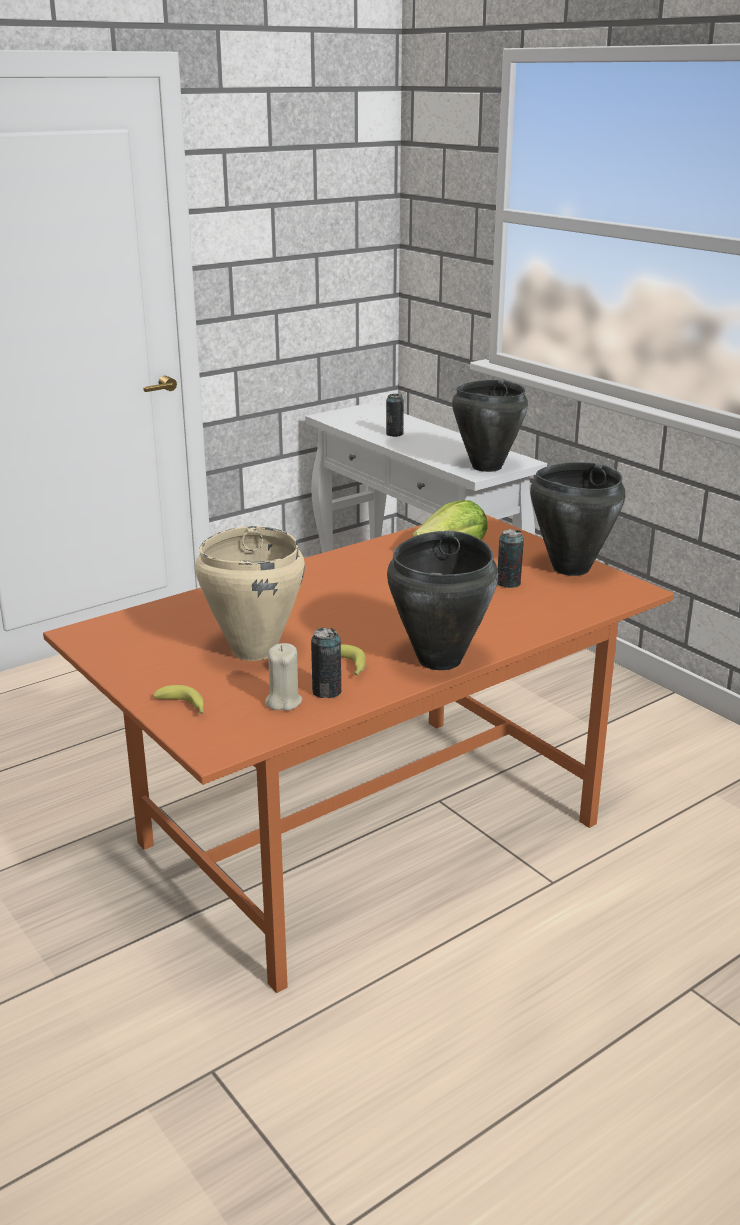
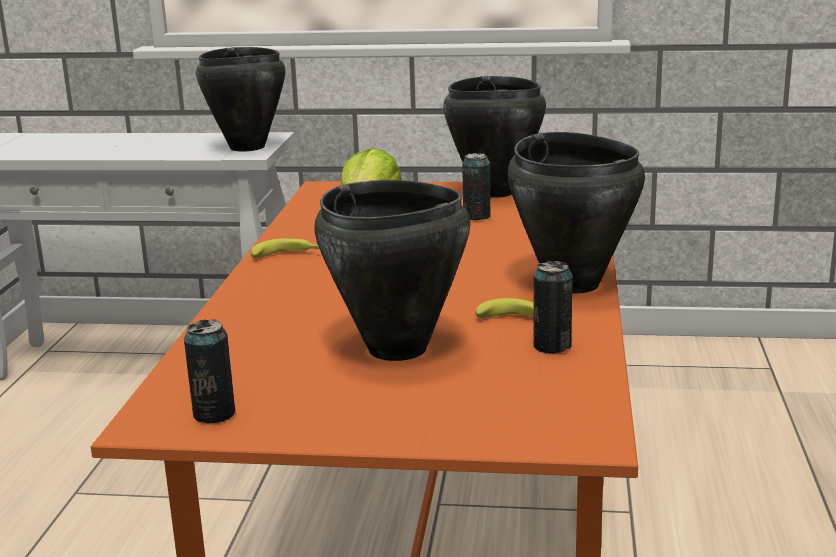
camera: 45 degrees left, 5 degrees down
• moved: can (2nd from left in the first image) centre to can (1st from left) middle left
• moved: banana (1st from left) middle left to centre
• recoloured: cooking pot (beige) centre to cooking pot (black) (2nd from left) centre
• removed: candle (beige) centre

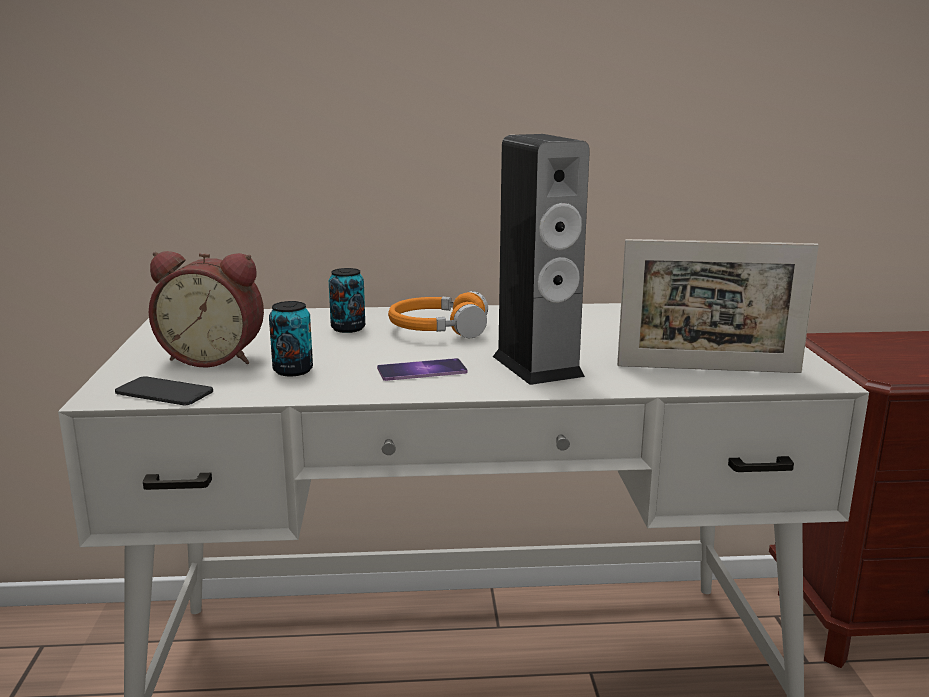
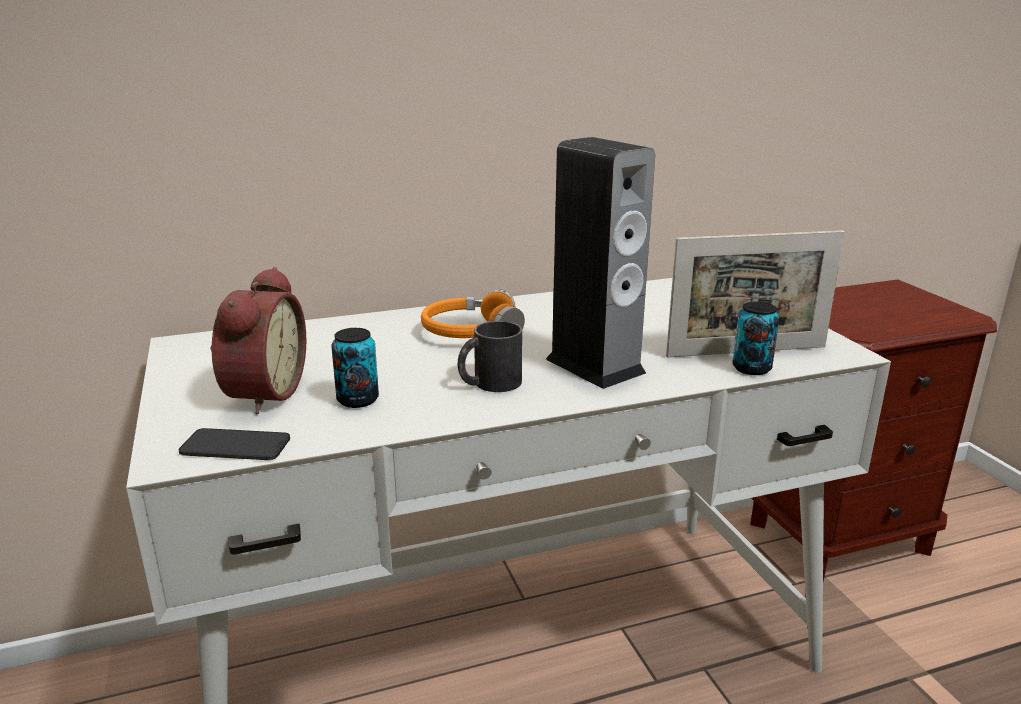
camera: 15 degrees left, 5 degrees up
• turned: alarm clock middle left = middle left 75 degrees counterclockwise
• replaced: phone (2nd from left) centre to mug (black) centre
• moved: can (2nd from left) centre to middle right

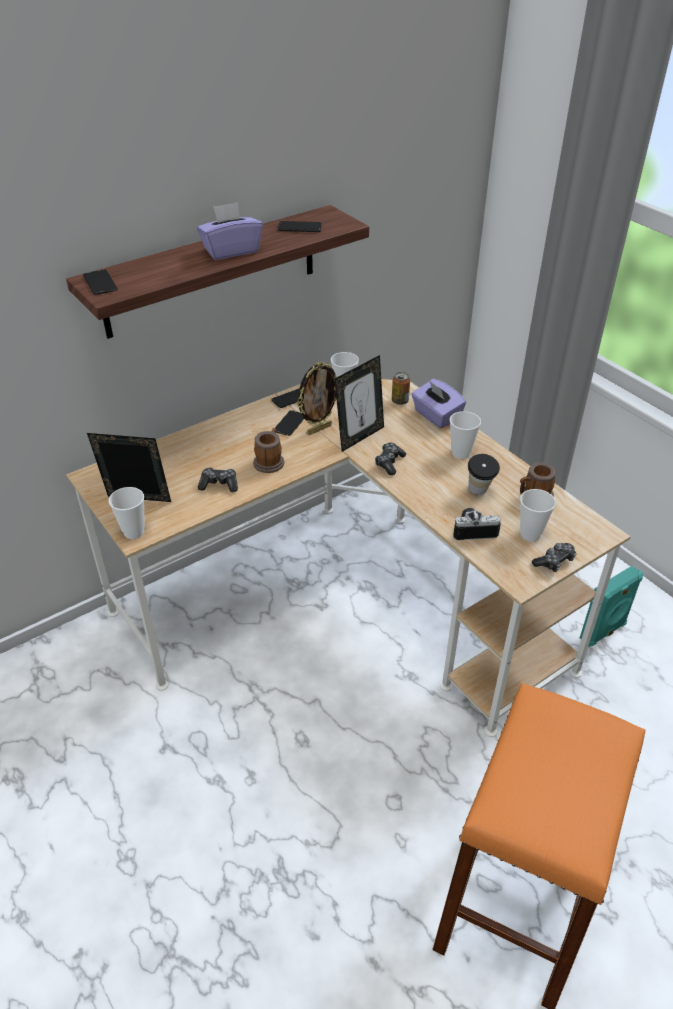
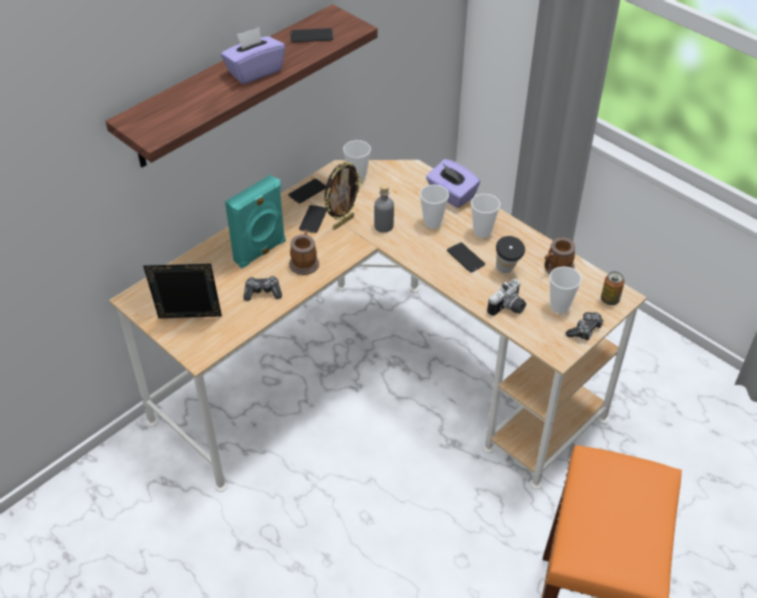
camera: 10 degrees left, 5 degrees up
• moved: speaker (turquoise) middle right to centre
• replaced: picture frame (3rd from left) centre to bottle (grey) centre
• moved: cup (1st from left in the first image) middle left to cup (2nd from left) centre
• moved: phone (1st from left in the first image) top left to phone (4th from left) centre
• turned: photo camera middle right = middle right 150 degrees clockwise
• moved: can centre to middle right
• removed: game controller (2nd from left) centre

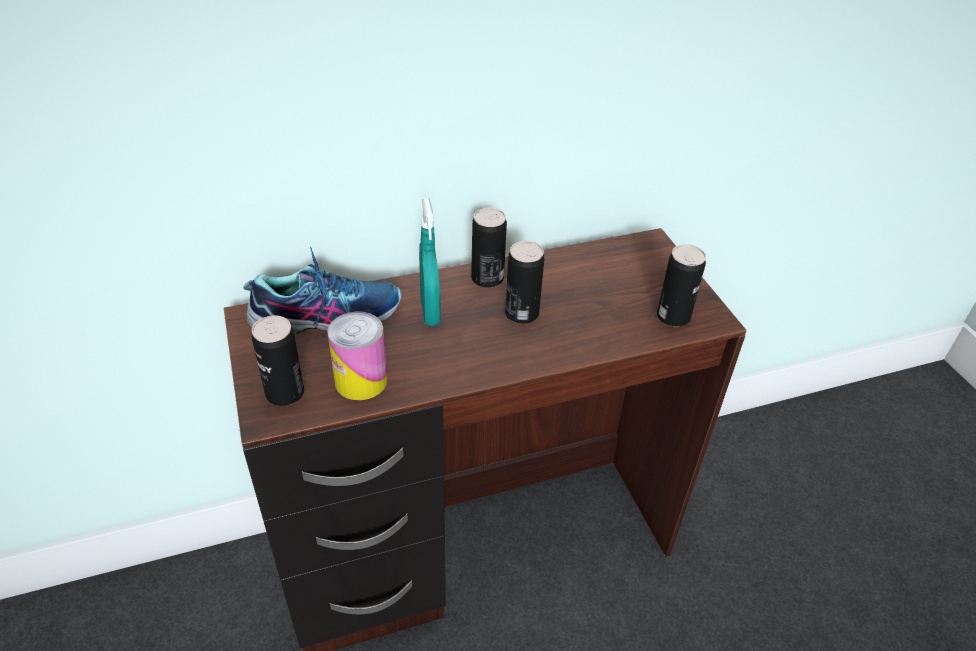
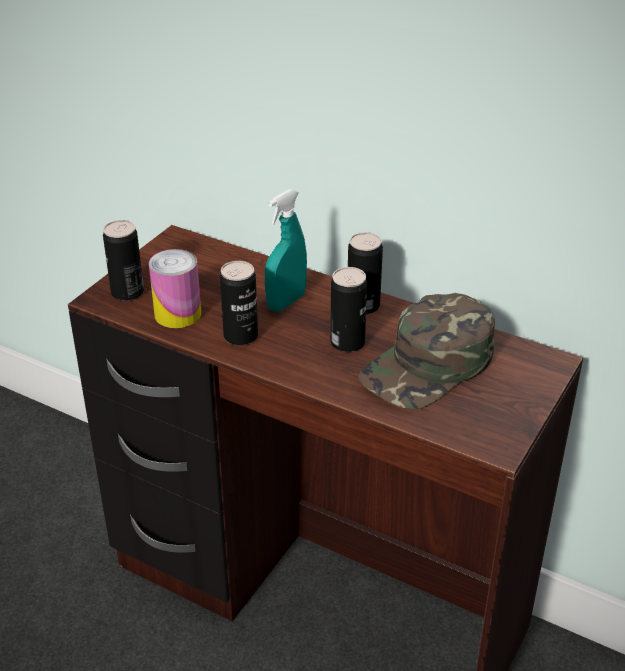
camera: 50 degrees right, 5 degrees down
• moved: can (5th from left in the first image) middle right to can (3rd from left) centre
• added: cap (green) middle right
• removed: shoe middle left

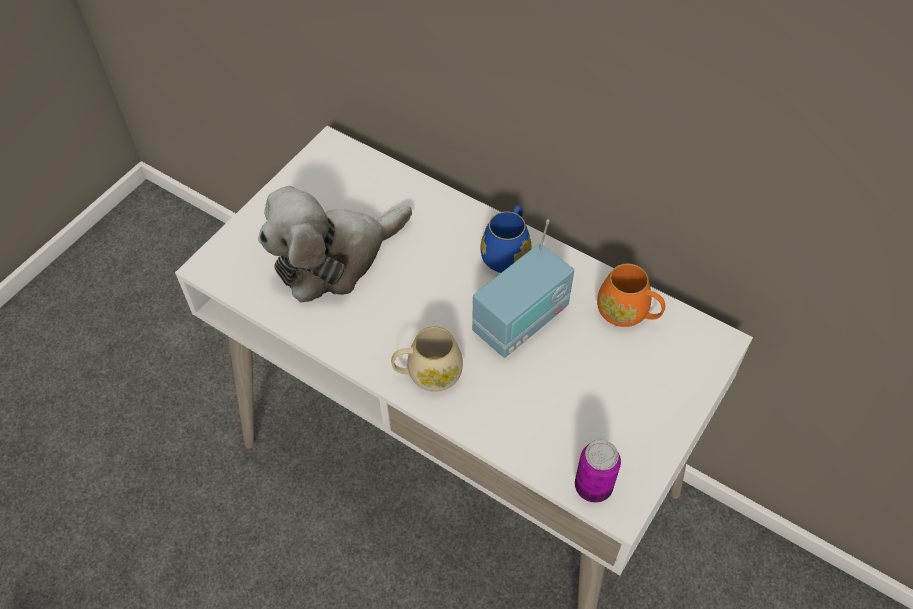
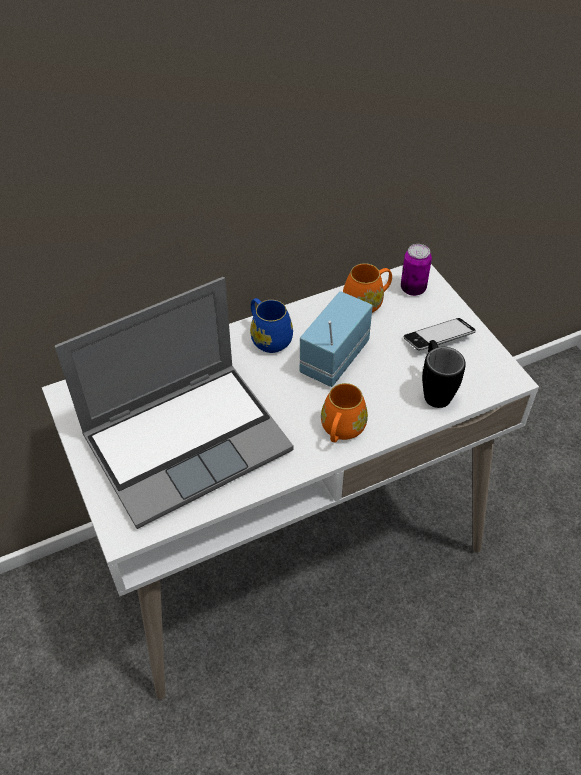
camera: 60 degrees left, 5 degrees down
• replaced: plush toy centre to laptop middle left
• turned: radio centre = centre 135 degrees counterclockwise
• recoloured: mug (beige) centre to mug (orange) (1st from left) centre
• moved: can bottom centre to middle right
• added: phone middle right
• added: mug (black) middle right

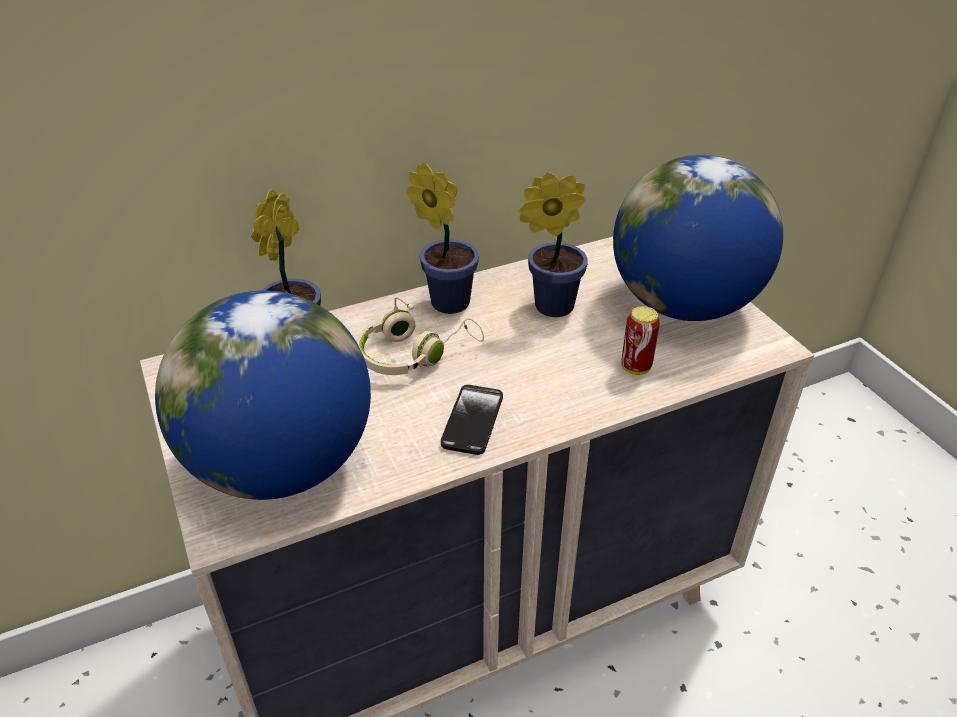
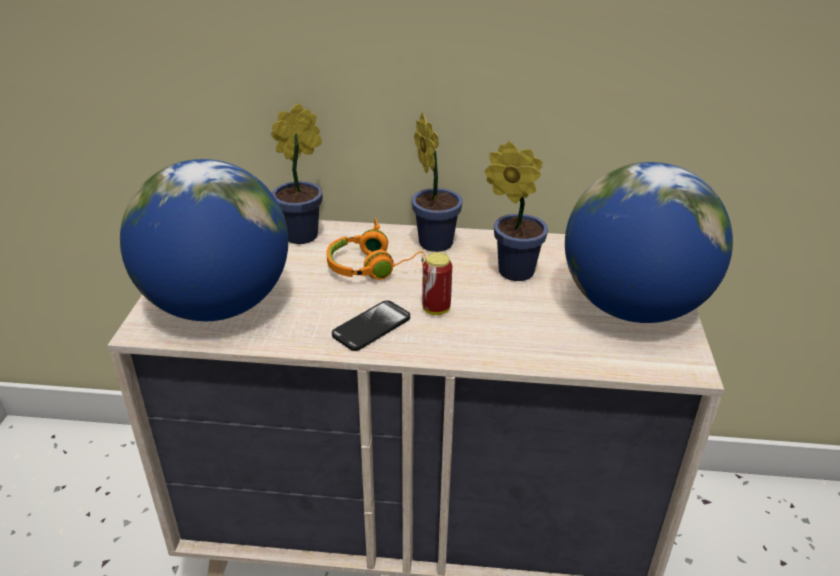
camera: 30 degrees right, 5 degrees down
• recoloured: headphones (beige) centre to headphones (orange) centre
• moved: can middle right to centre

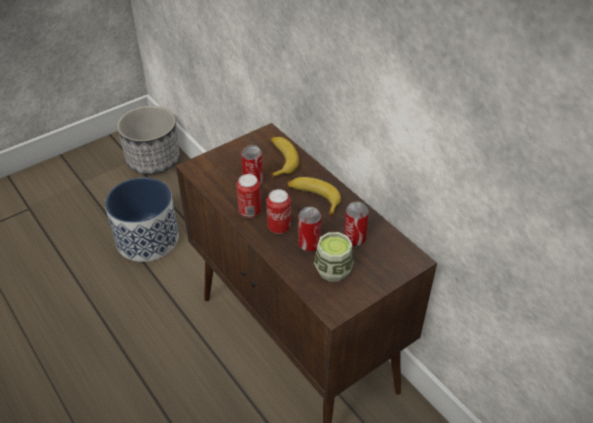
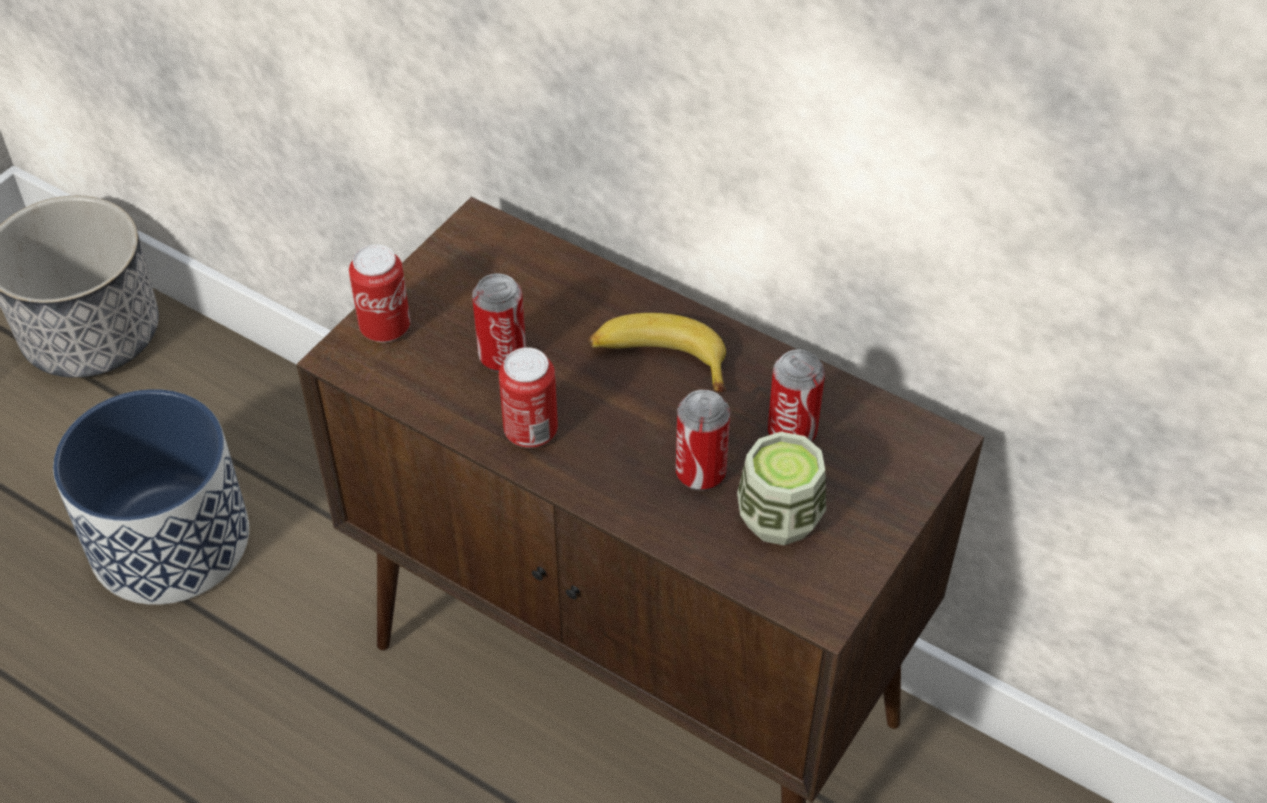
camera: 20 degrees left, 5 degrees up
• moved: can (3rd from left in the first image) centre to can (1st from left) middle left
• removed: banana (1st from left) centre

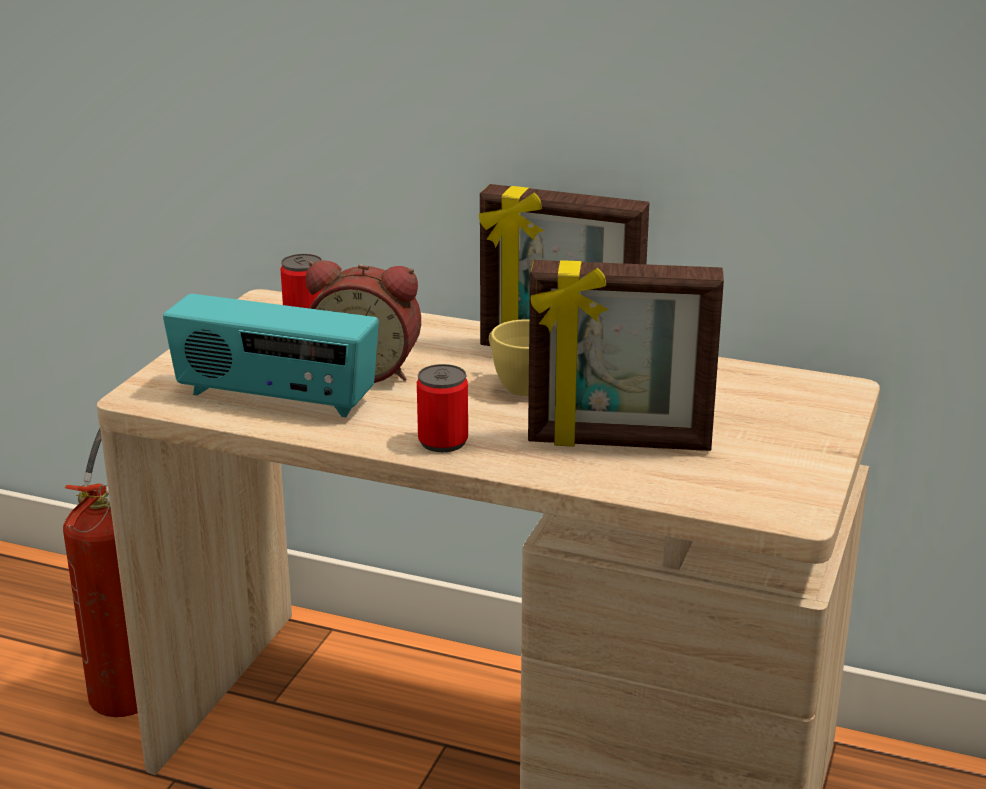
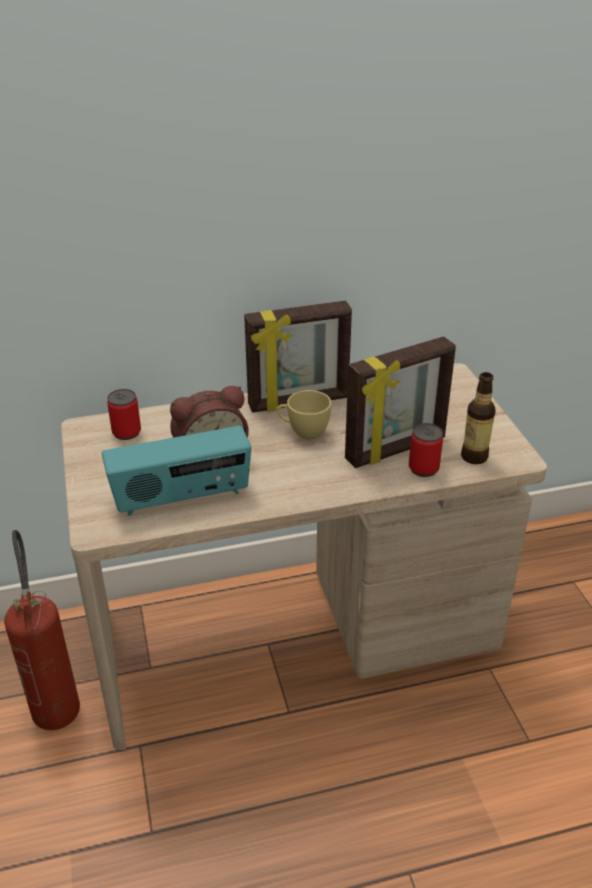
camera: 35 degrees left, 10 degrees up
• moved: can (2nd from left) centre to middle right
• added: bottle middle right

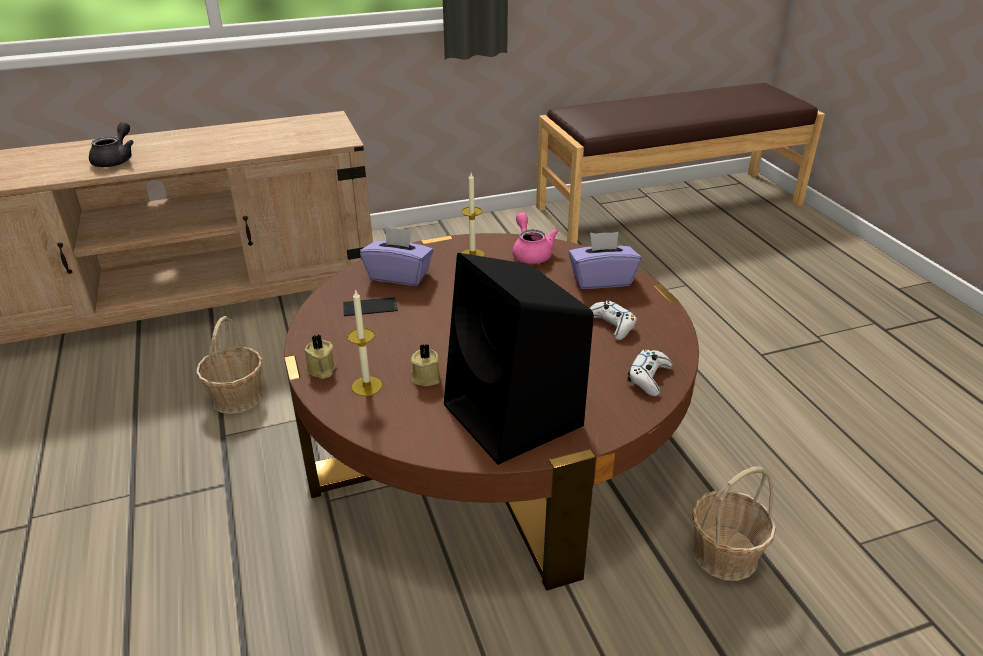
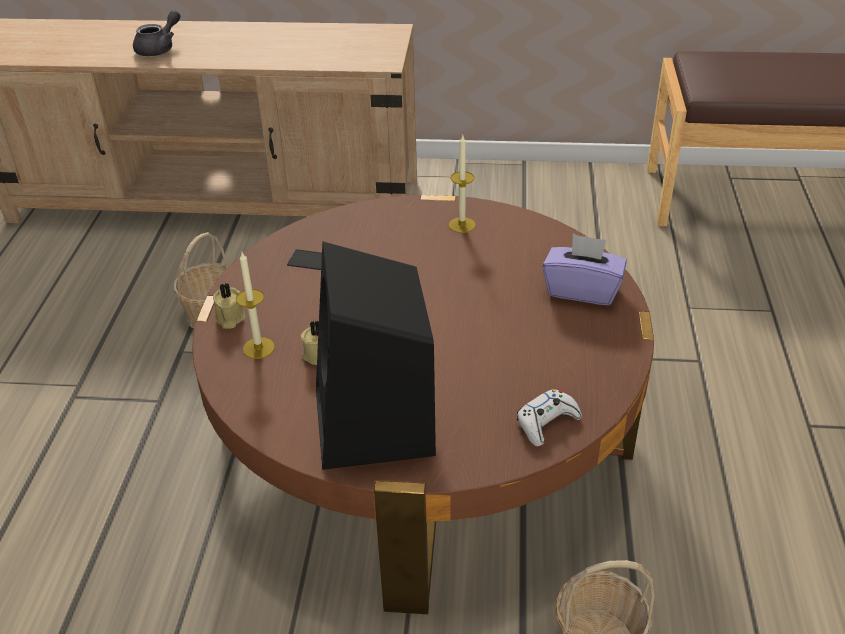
camera: 25 degrees right, 5 degrees up
• removed: tissue box (purple) (1st from left) centre
• removed: teapot (pink) centre
• removed: game controller (white) (1st from left) centre

